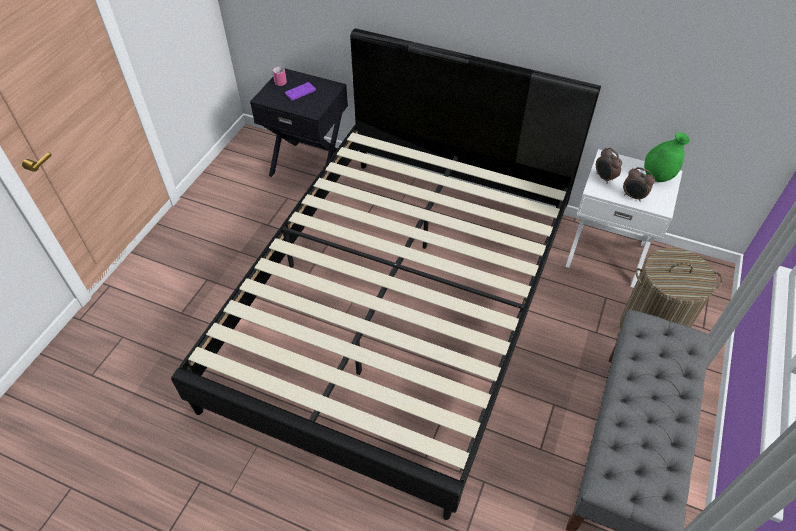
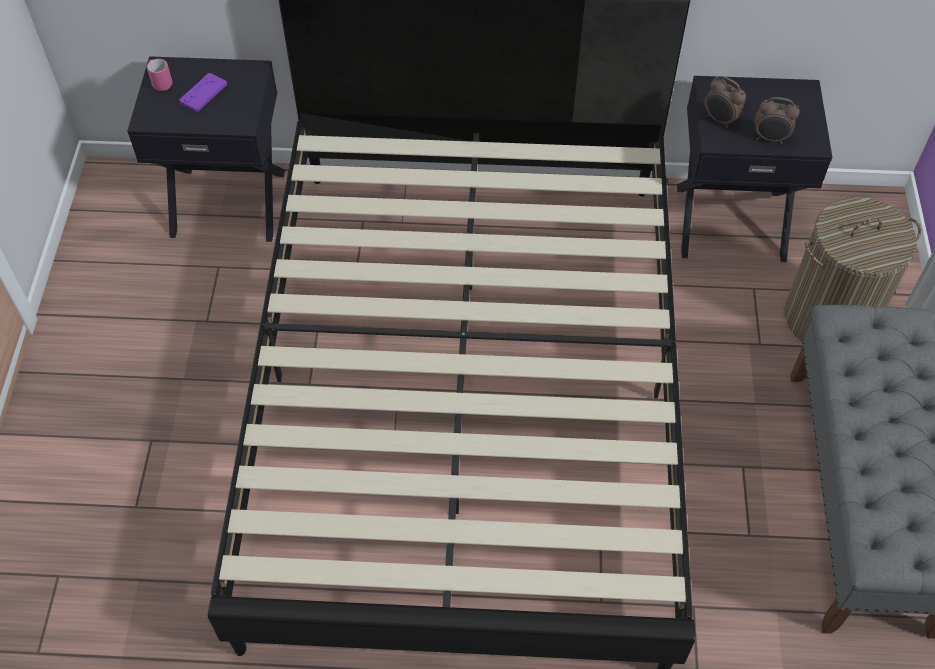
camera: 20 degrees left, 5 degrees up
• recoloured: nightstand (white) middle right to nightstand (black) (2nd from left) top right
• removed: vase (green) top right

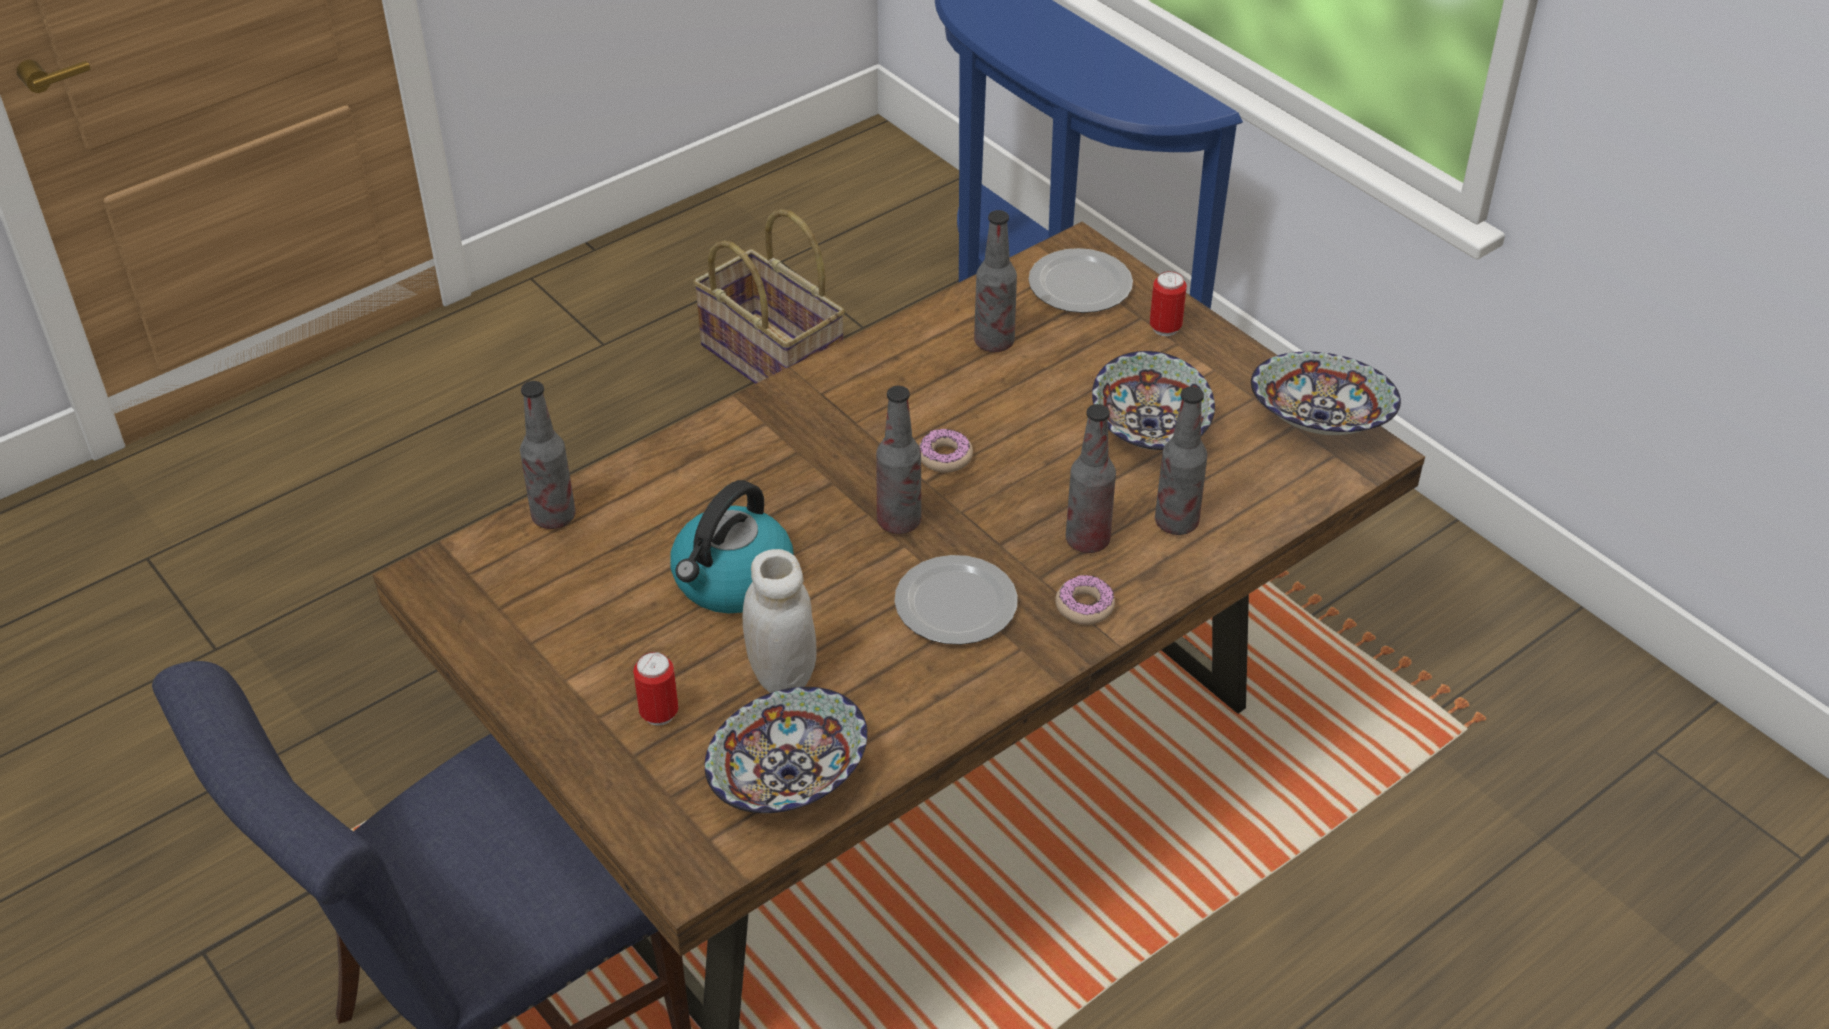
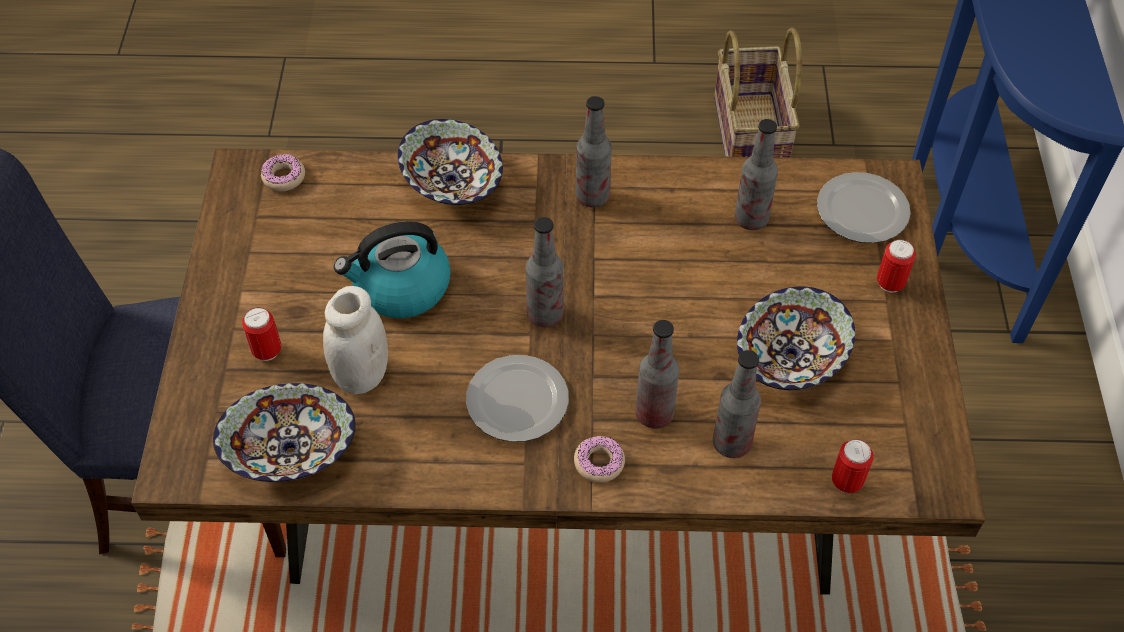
camera: 40 degrees right, 10 degrees up
• moved: donut (1st from left) centre to top left
• moved: bowl (3rd from left in the first image) middle right to bowl (2nd from left) top centre
• moved: bottle (1st from left in the first image) middle left to bottle (2nd from left) top centre
• added: can (2nd from left) bottom right

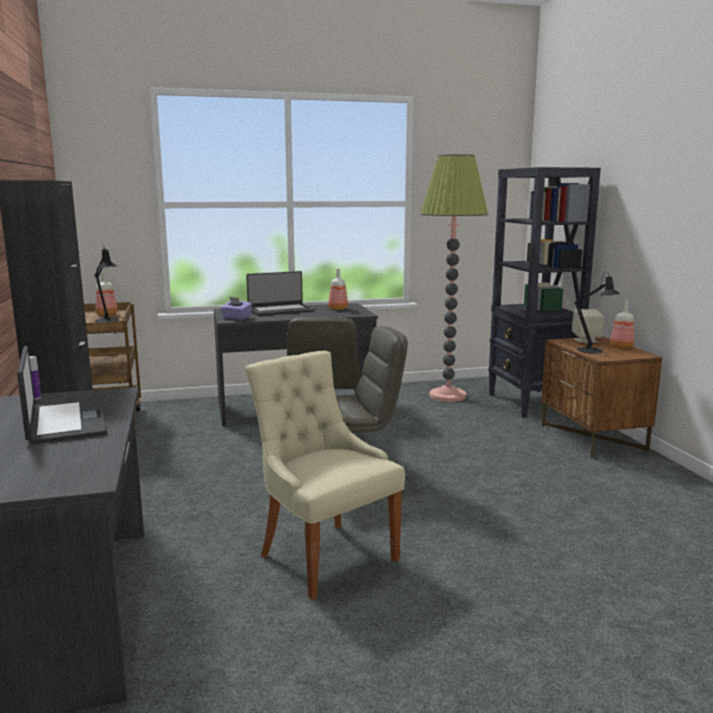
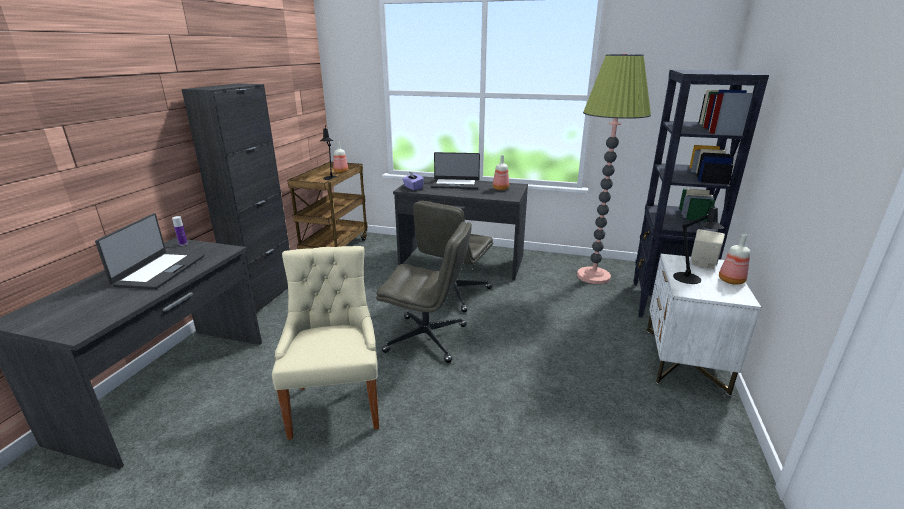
camera: 30 degrees right, 10 degrees up
• recoloured: nightstand (brown) middle right to nightstand (white) middle right

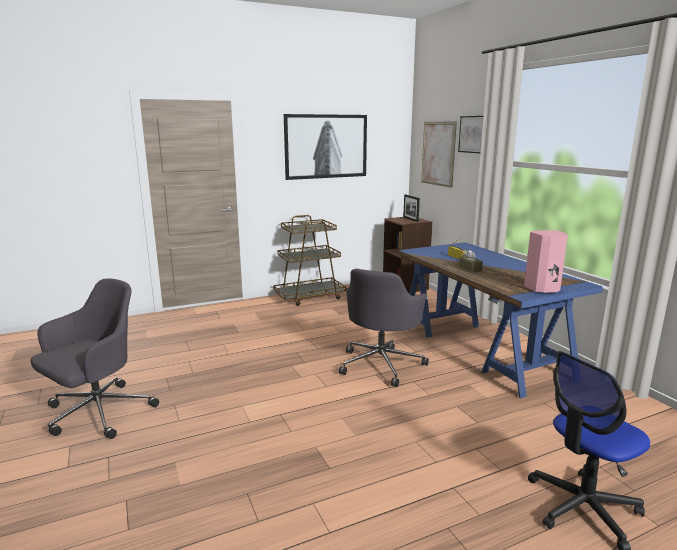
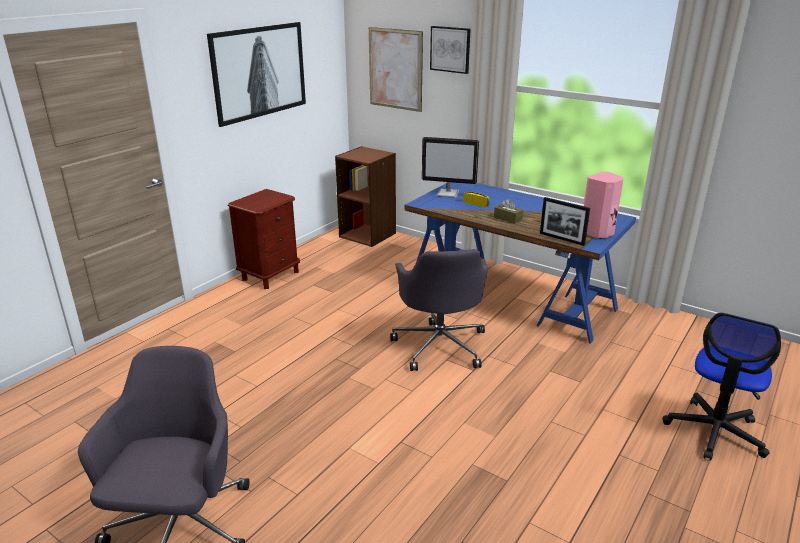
camera: 30 degrees left, 10 degrees up
• replaced: cart (brown) centre to nightstand (brown) middle left
• added: monitor top centre
• moved: picture frame centre to middle right

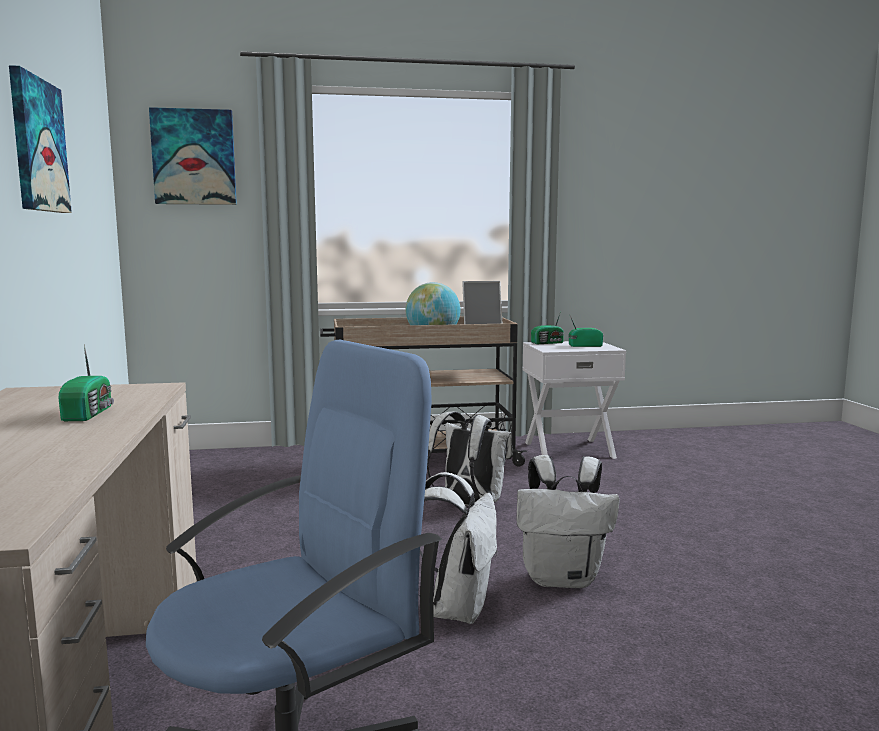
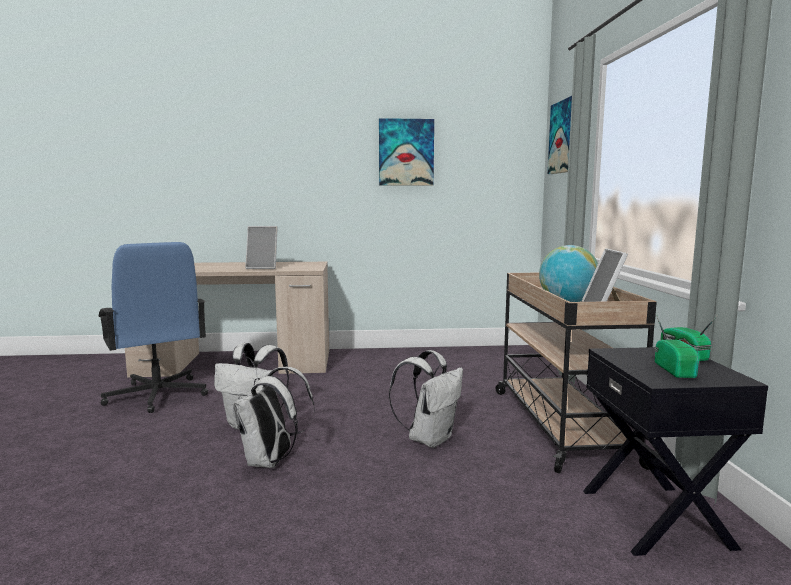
camera: 95 degrees right, 0 degrees up
• replaced: radio (1st from left) middle left to picture frame (1st from left) middle left
• recoloured: nightstand (white) centre to nightstand (black) bottom right

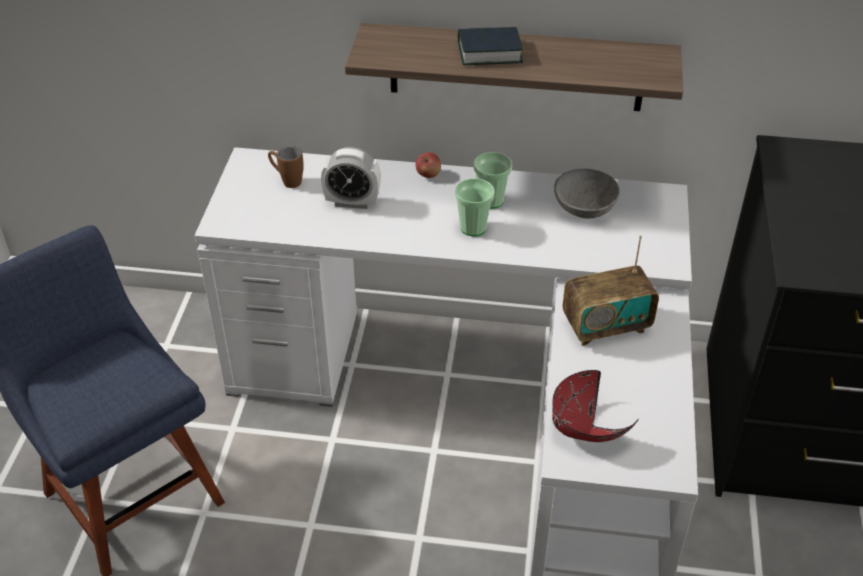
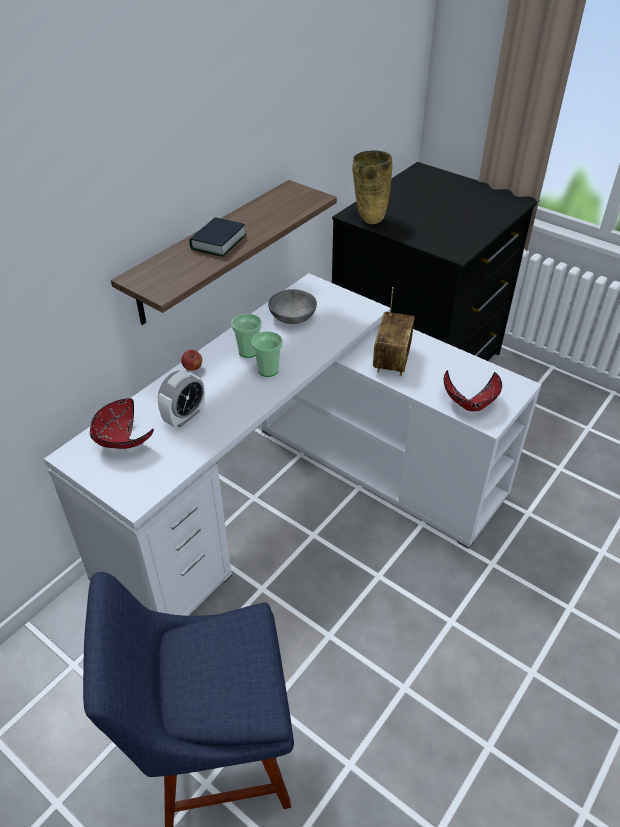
camera: 60 degrees left, 0 degrees up
• replaced: mug (brown) top left to bowl (red) (1st from left) middle left
• added: vase (beige) top centre

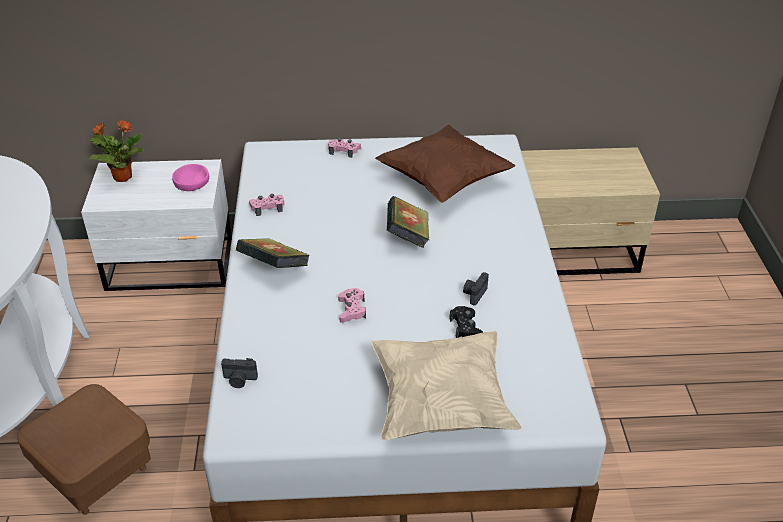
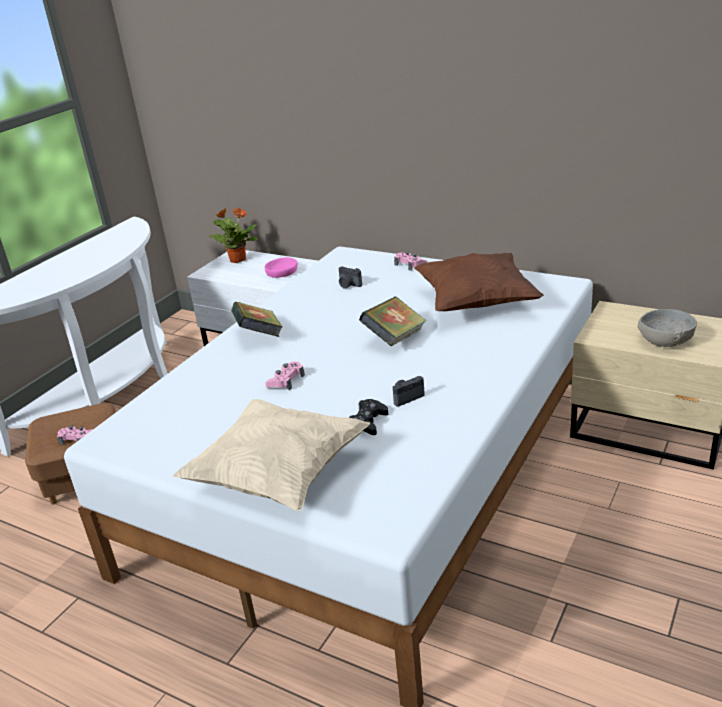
camera: 35 degrees right, 10 degrees down
• moved: game controller (pink) (1st from left) centre to middle left
• moved: photo camera (1st from left) bottom left to centre
• added: bowl (grey) middle right

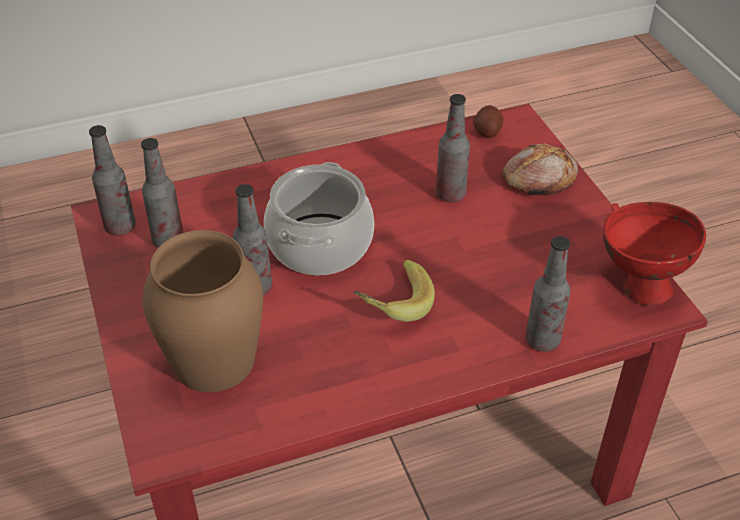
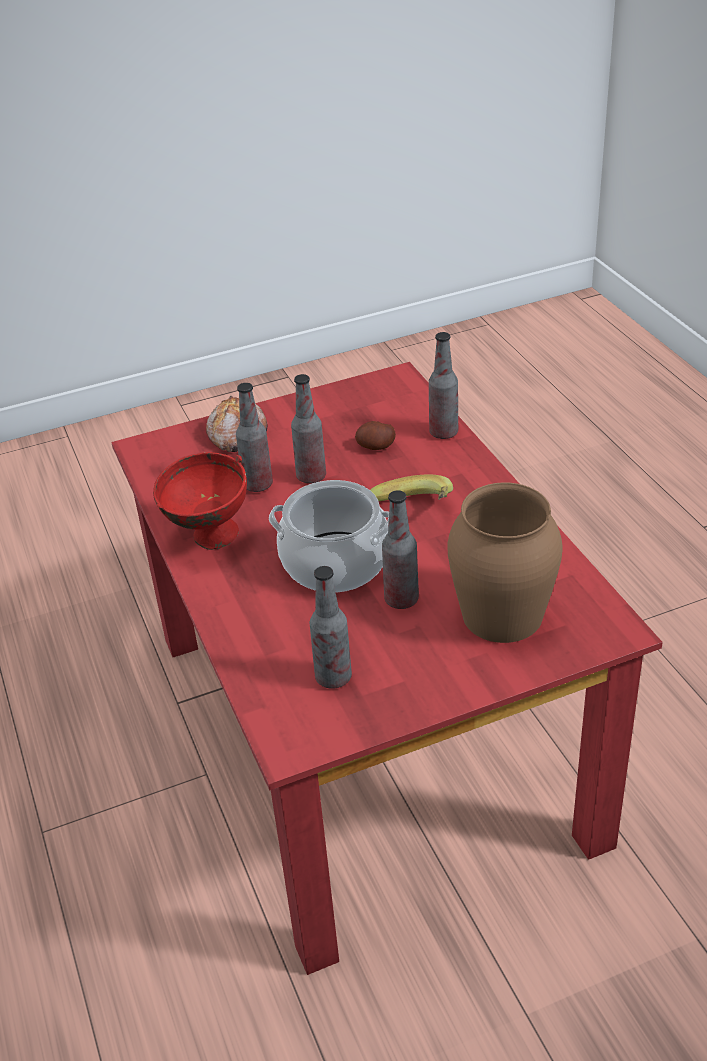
camera: 90 degrees left, 5 degrees down
• moved: bowl (red) middle right to middle left
• moved: bottle (1st from left in the first image) middle left to bottle (2nd from left) centre
• moved: potato top centre to centre

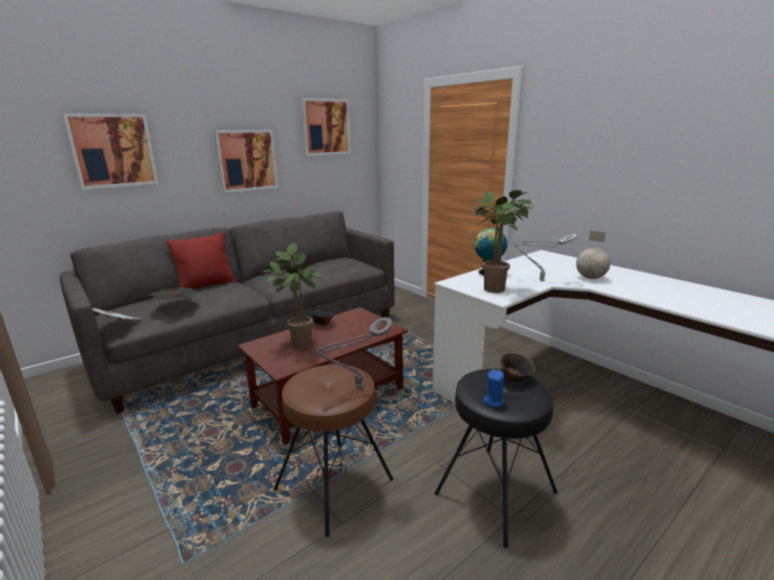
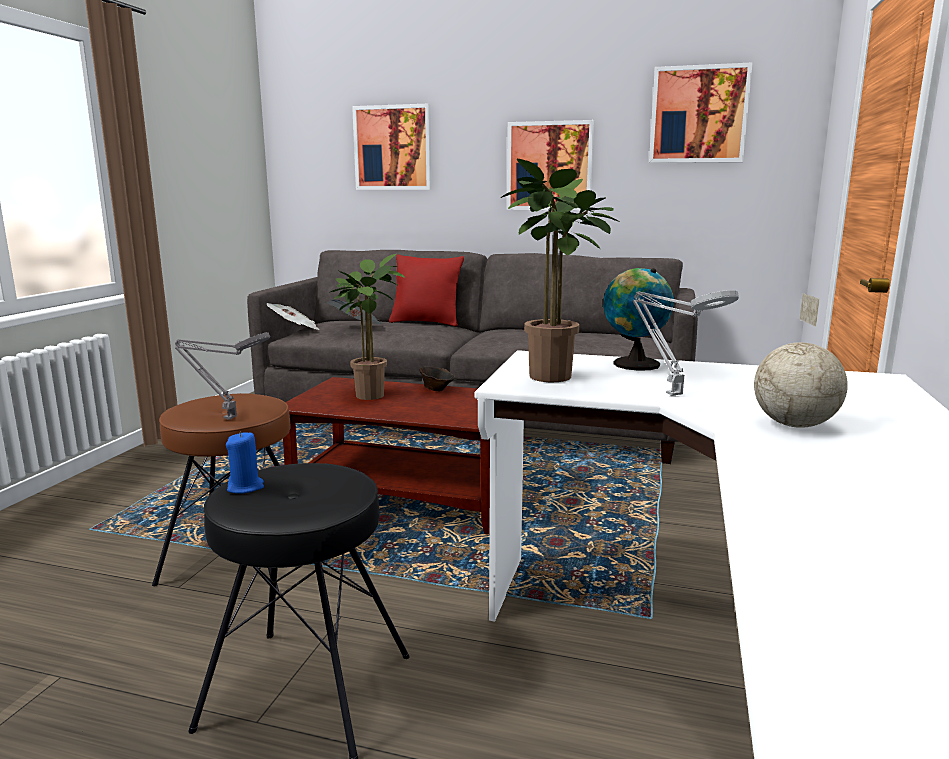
camera: 55 degrees right, 5 degrees down
• removed: bowl (brown) (2nd from left) middle right

